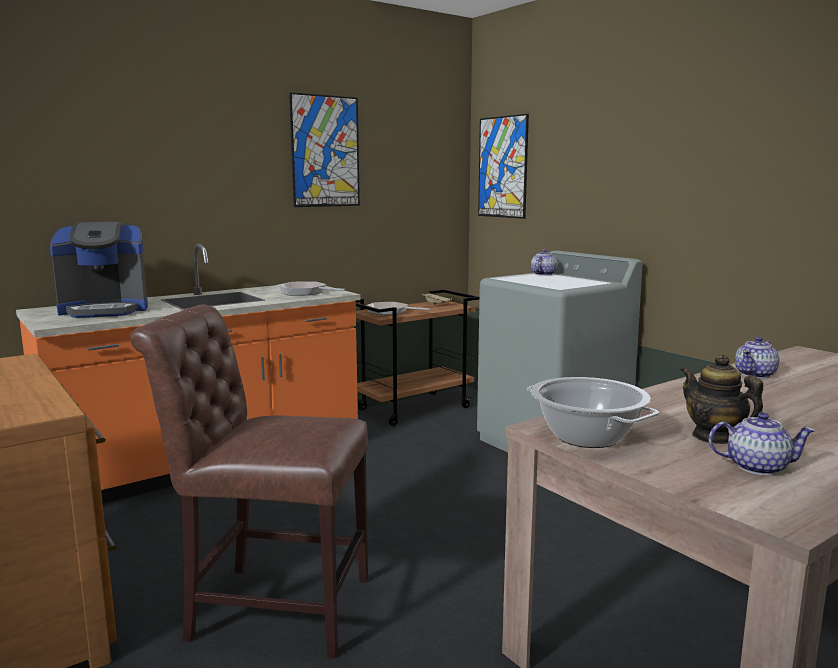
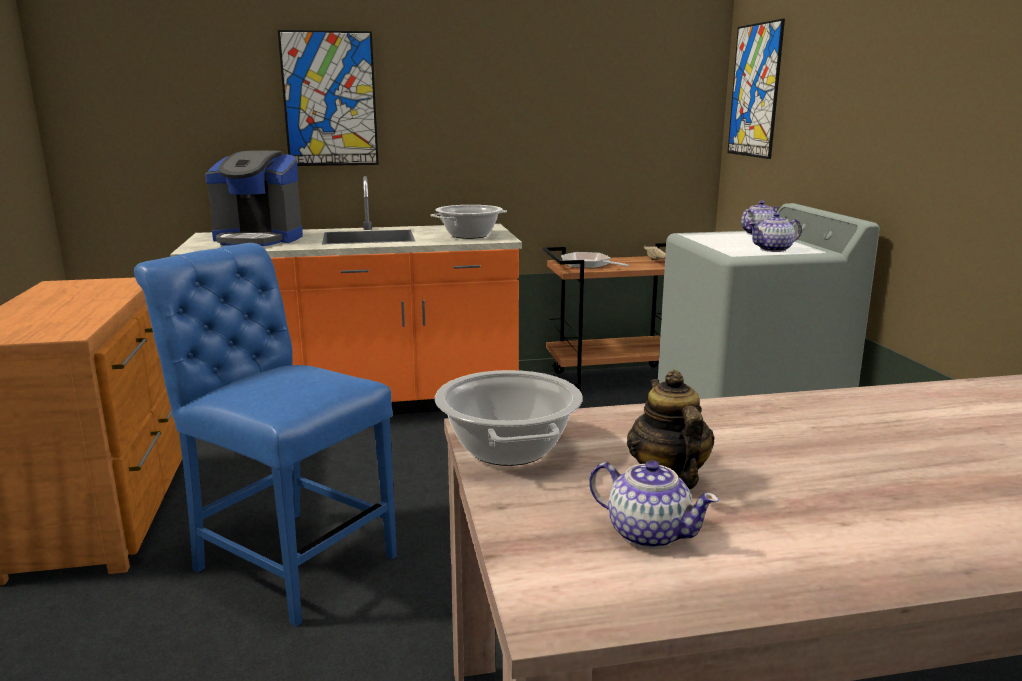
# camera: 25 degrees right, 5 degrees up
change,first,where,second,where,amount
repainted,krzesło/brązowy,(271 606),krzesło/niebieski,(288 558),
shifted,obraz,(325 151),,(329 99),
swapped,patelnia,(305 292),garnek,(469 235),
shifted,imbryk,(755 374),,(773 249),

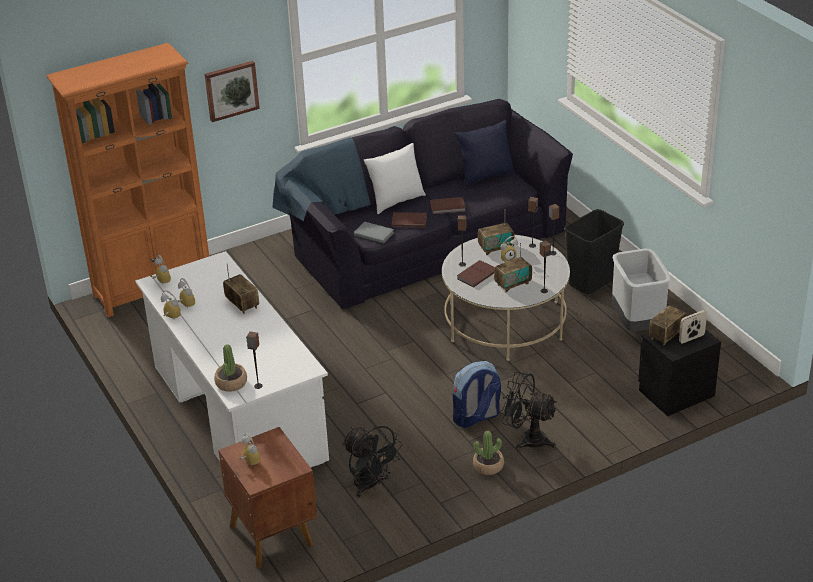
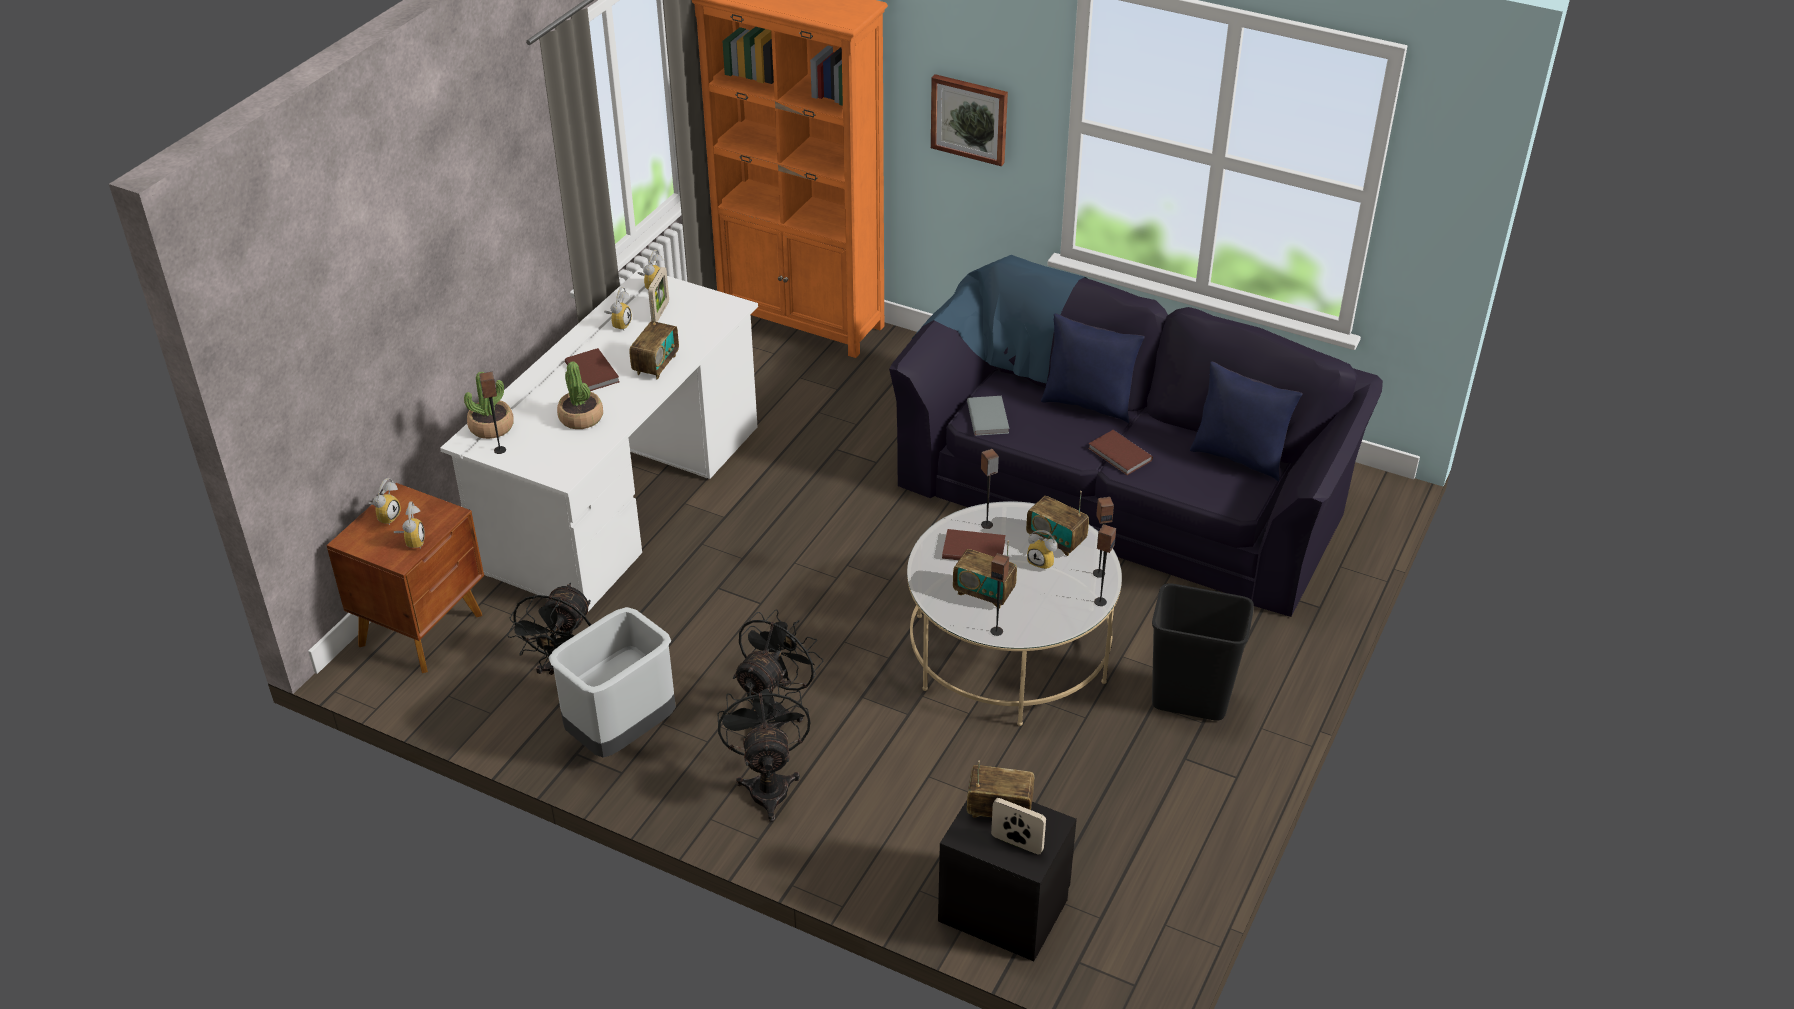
# camera: 55 degrees right, 5 degrees up
change,first,where,second,where,amount
shifted,budzik,(170 318),,(412 541),
shifted,kosz na śmieci/szary,(638 324),,(622 734),
shifted,roślina doniczkowa,(488 466),,(581 417),
shifted,książka/brązowy,(408 221),,(593 371),
new,,,ramka na zdjęcie,(660 312),
swapped,plecak,(476 418),wentylator/czarny,(774 712),
repainted,poduszka/biały,(396 201),poduszka/niebieski,(1088 404),

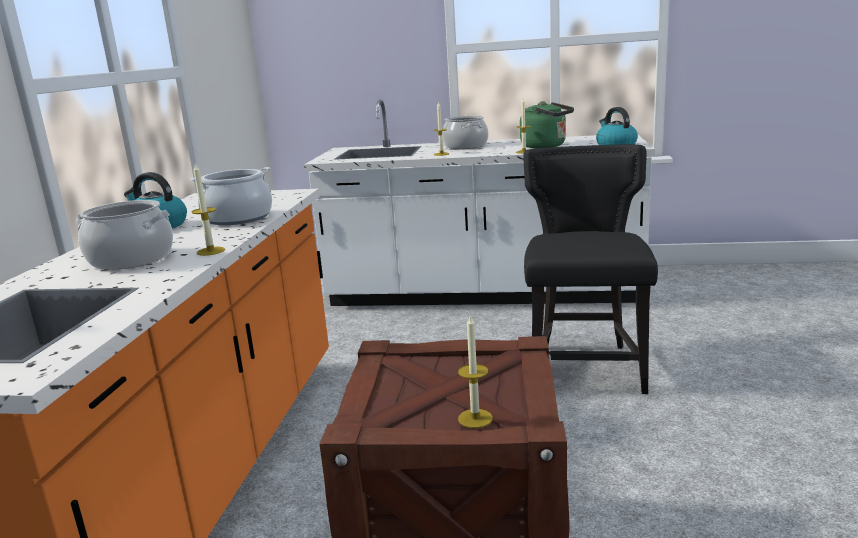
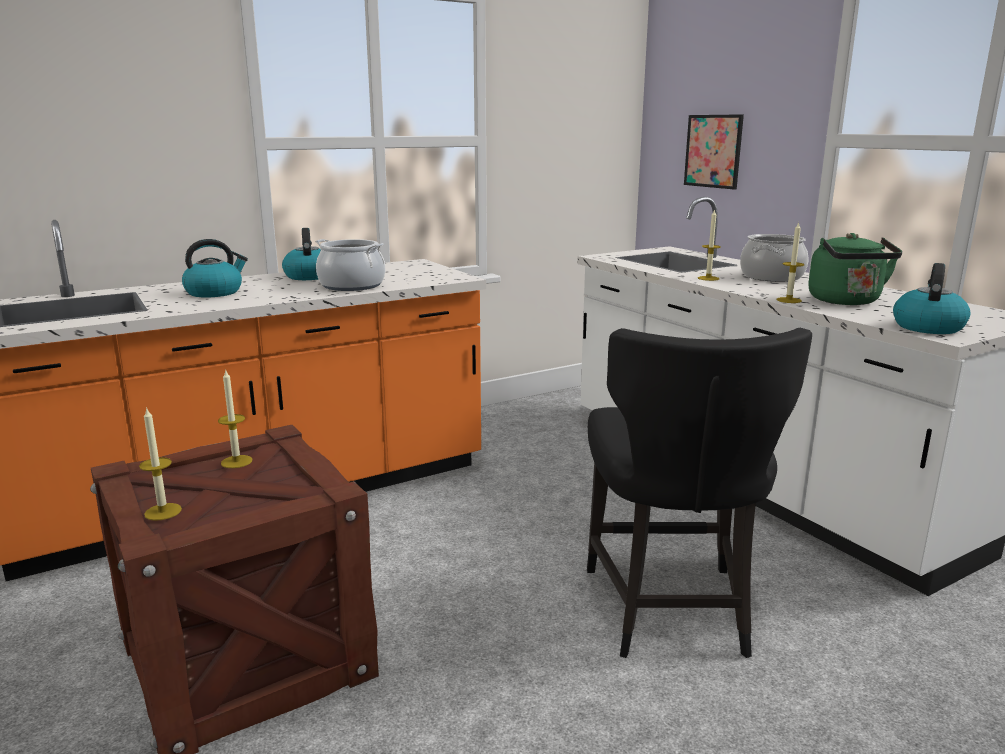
# camera: 50 degrees right, 0 degrees up
change,first,where,second,where,amount
swapped,garnek,(131 259),czajnik,(215 292),
shifted,świeca,(211 251),,(236 461),
rotated,krzesło/czarny,(585 367),,(669 612),120 degrees clockwise
new,,,obraz,(713 151),

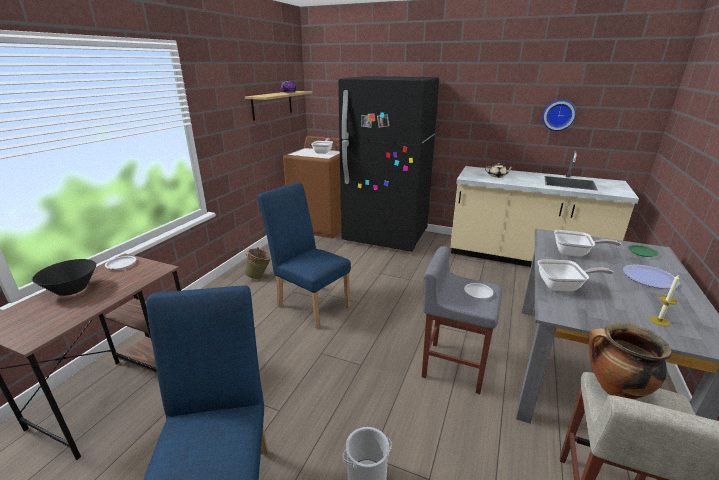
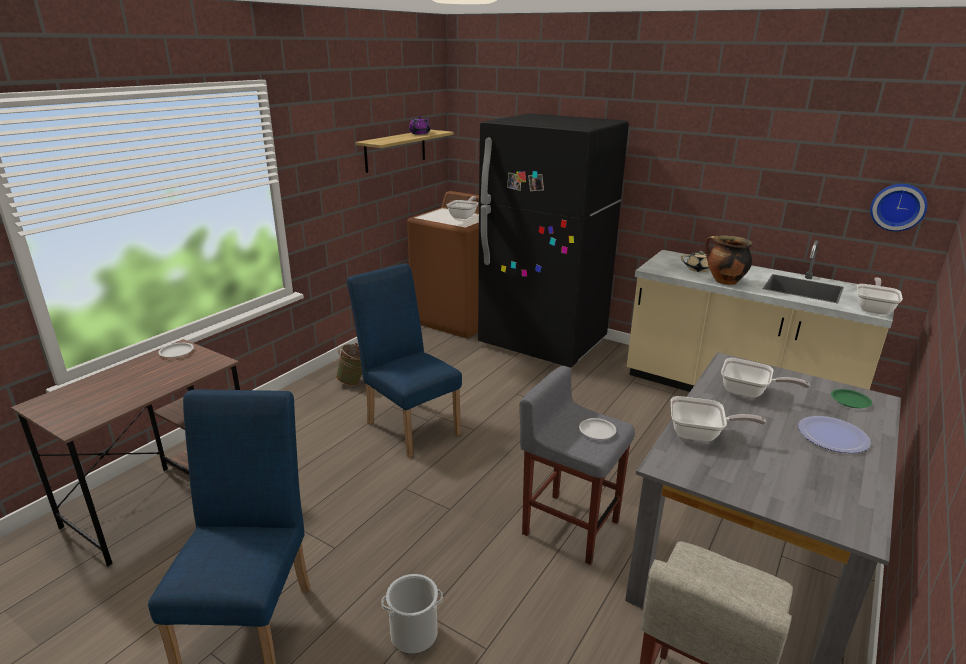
# camera: 10 degrees right, 0 degrees up
change,first,where,second,where,amount
shifted,garnek,(614 389),,(724 281),
new,,,patelnia,(874 308),
shifted,zegar ścienny,(558 115),,(898 206),
gone,miska/czarny,(72 290),,,
gone,świeca,(659 321),,,

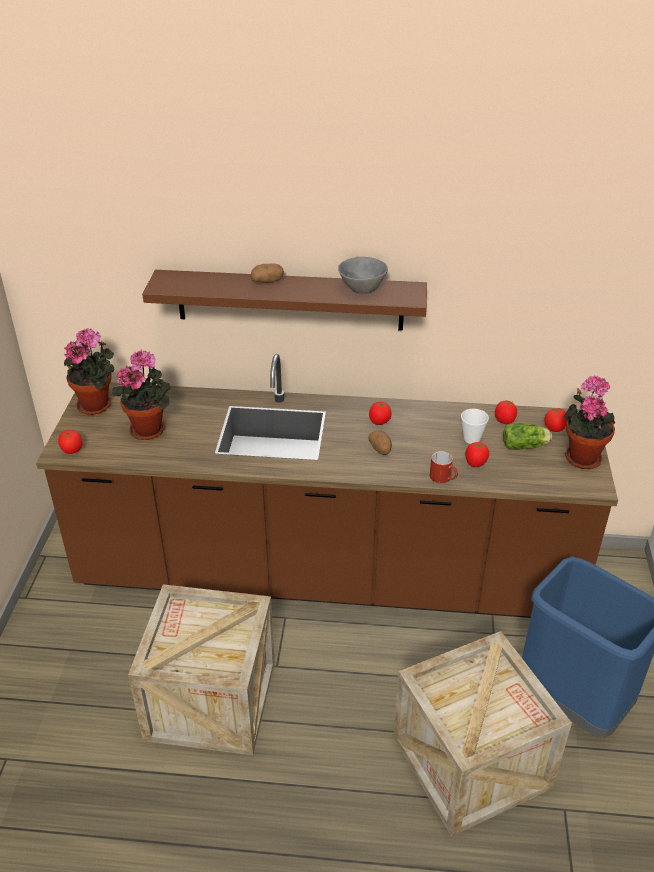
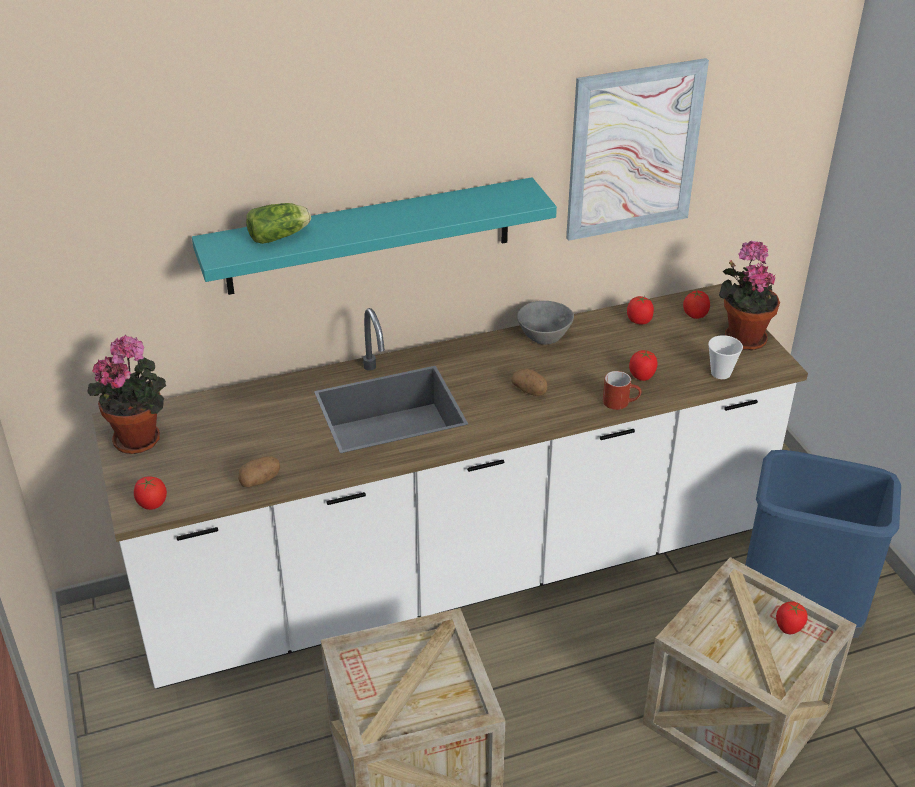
# camera: 25 degrees left, 0 degrees up
change,first,where,second,where,amount
repainted,zabudowa kuchenna/brązowy,(327 575),zabudowa kuchenna/biały,(457 572),
repainted,półka/brązowy,(290 300),półka/turkusowy,(370 236),
shifted,ziemniak,(267 281),,(260 480),
shifted,sałata,(525 446),,(281 236),
shifted,miska/szary,(362 287),,(543 336),
new,,,obraz,(634 150),
shifted,filiżanka,(471 439),,(720 373),
shifted,pomidor,(379 422),,(788 627),
gone,roślina doniczkowa,(150 428),,,

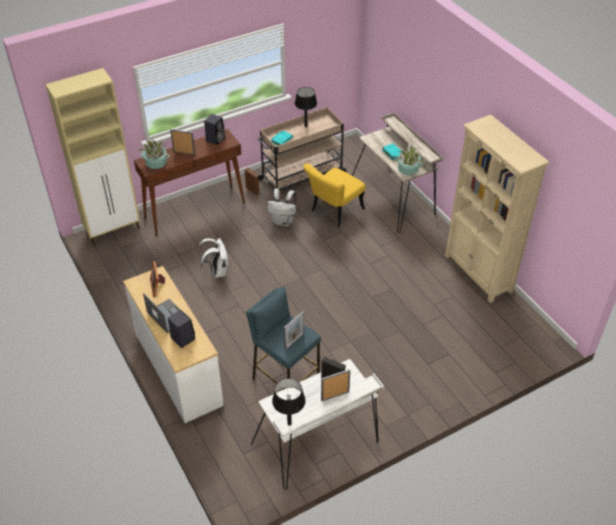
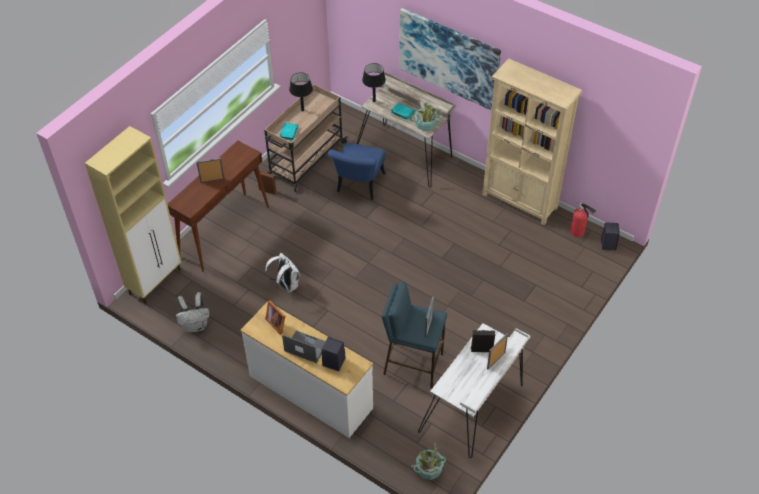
# camera: 25 degrees left, 5 degrees up
change,first,where,second,where,amount
shifted,plecak/biały,(283 221),,(196 325),
repainted,krzesło/żółty,(333 212),krzesło/niebieski,(359 186),
shifted,lampa stołowa/czarny,(289 423),,(374 101),
new,,,obraz,(449 58),
shifted,roślina doniczkowa,(156 163),,(429 469),
new,,,gaśnica,(578 232),
shifted,głośnik/czarny,(215 139),,(608 244),

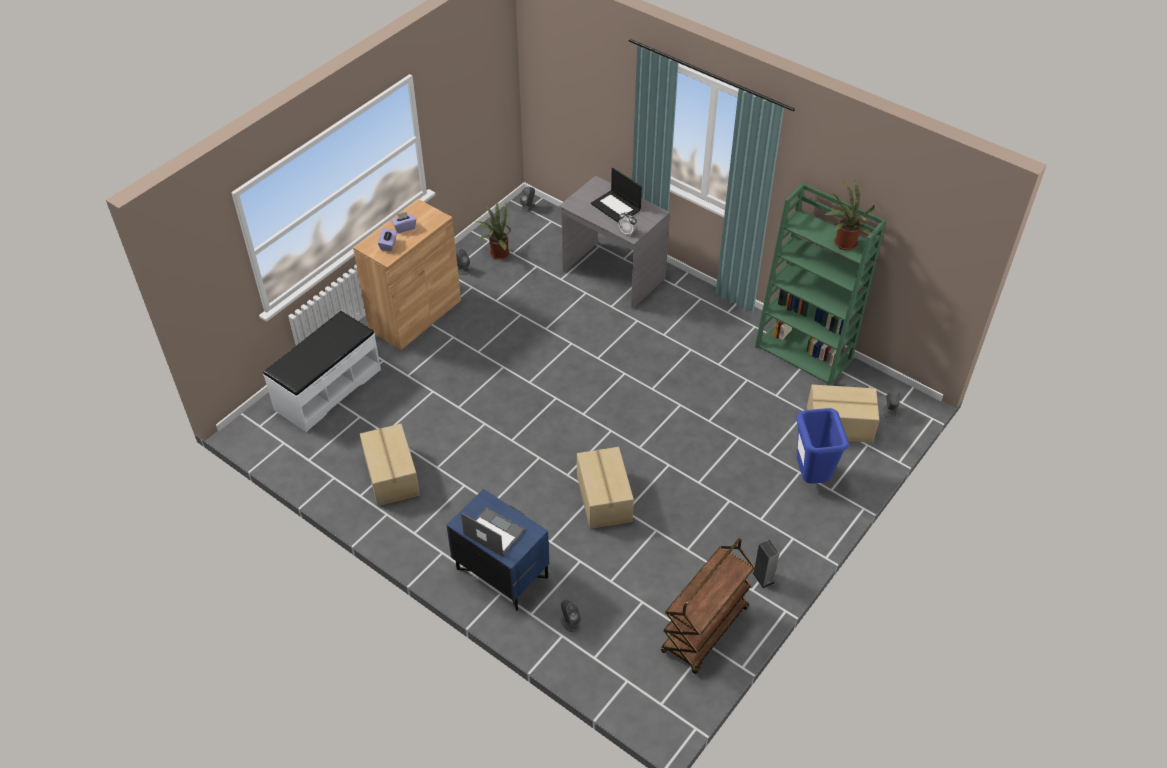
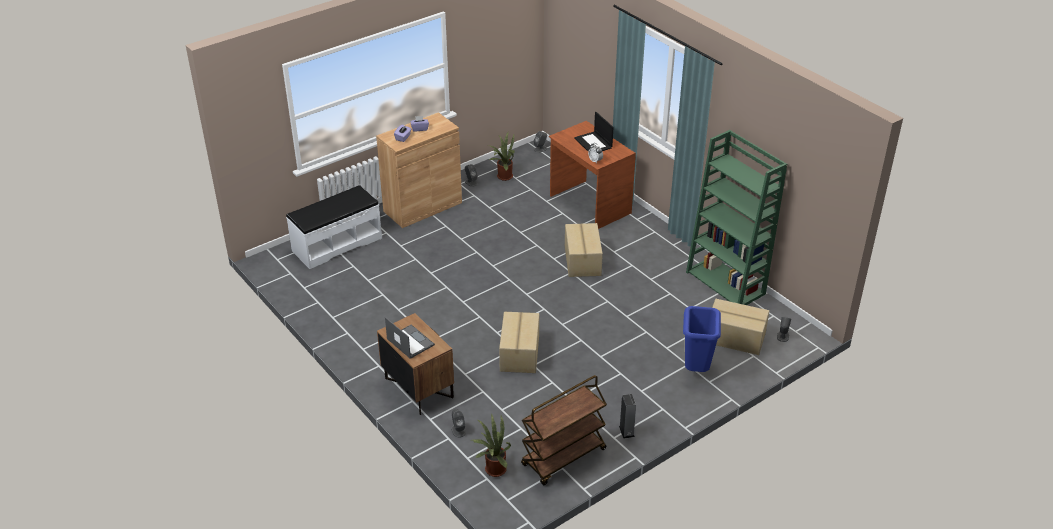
# camera: 15 degrees right, 10 degrees down
change,first,where,second,where,amount
repainted,szafka nocna/niebieski,(501 574),szafka nocna/brązowy,(418 388),
shifted,roślina doniczkowa,(843 244),,(493 469),
repainted,biurko/szary,(612 275),biurko/brązowy,(589 205),
shifted,karton,(391 476),,(582 261),

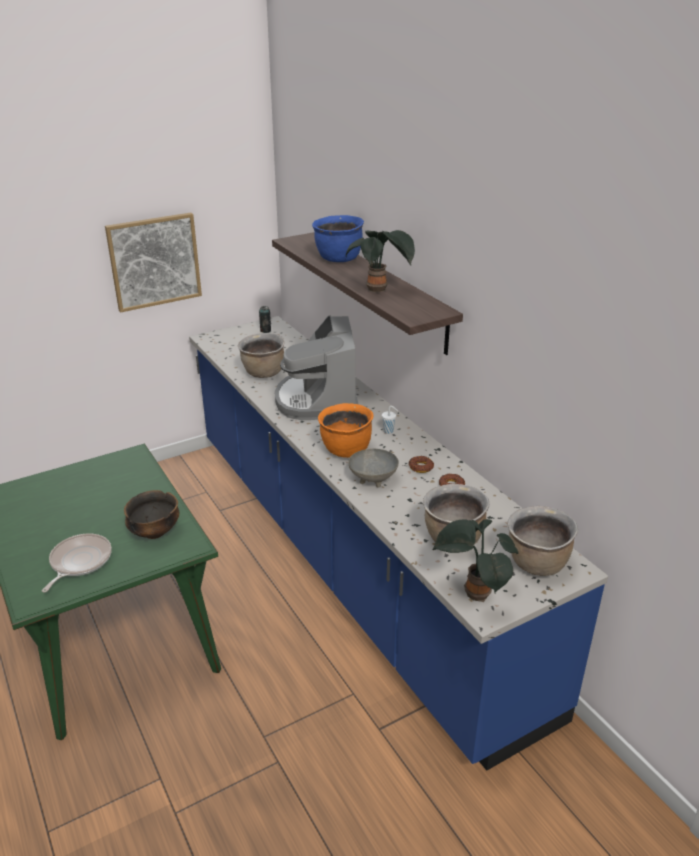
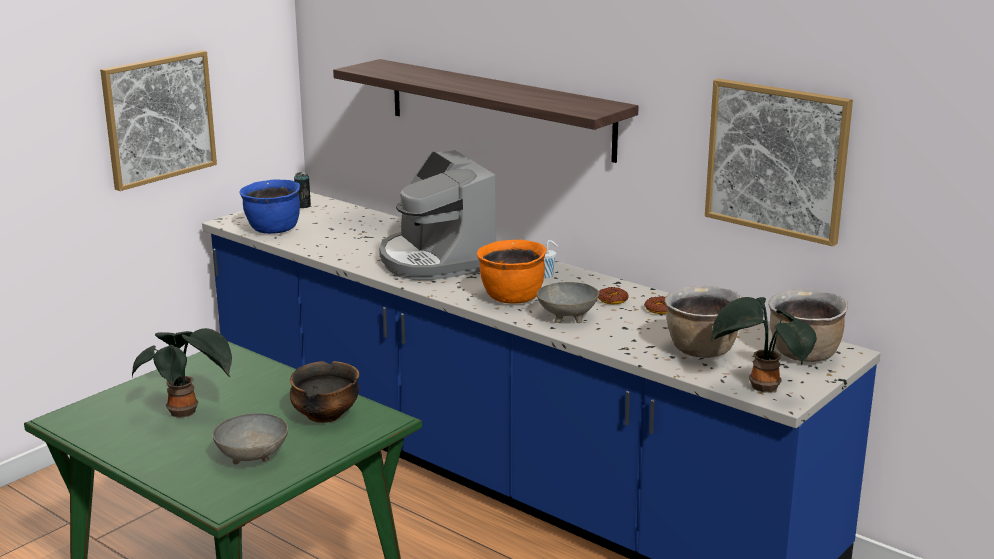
# camera: 20 degrees left, 10 degrees down
change,first,where,second,where,amount
shifted,roślina doniczkowa,(379 290),,(187 413),
swapped,patelnia,(79 562),miska/szary,(251 459),
shifted,garnek/niebieski,(338 259),,(273 230),
new,,,obraz,(777 160),
gone,garnek/brązowy,(263 373),,,

